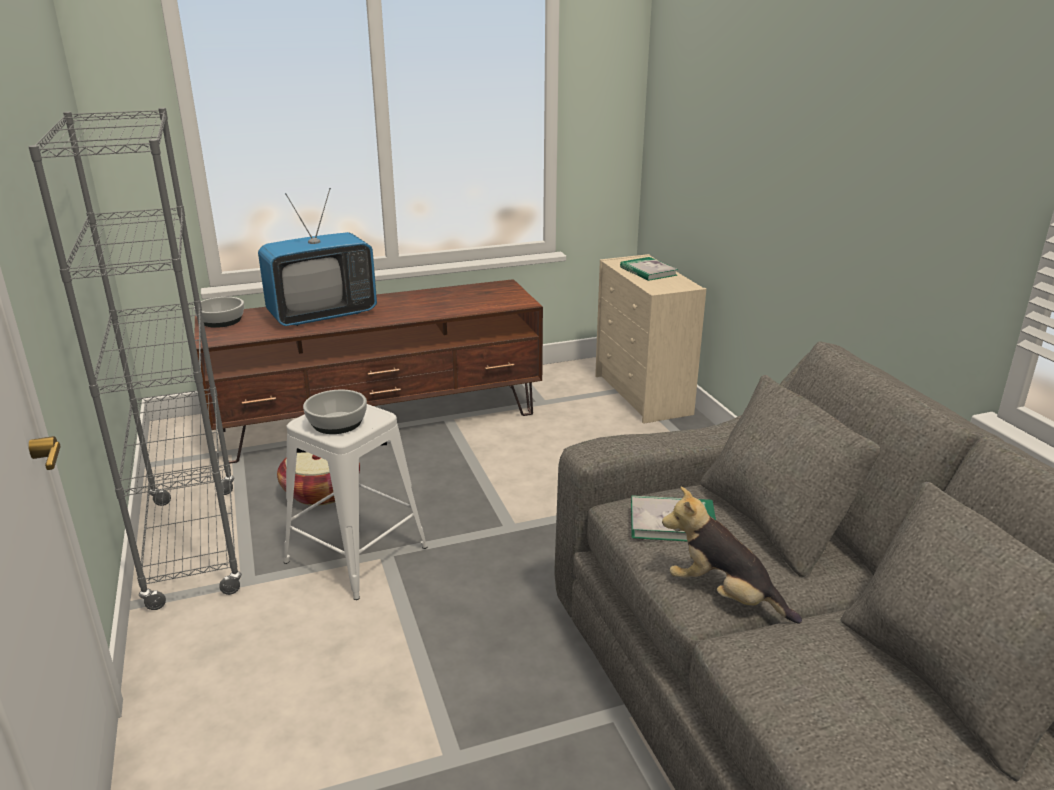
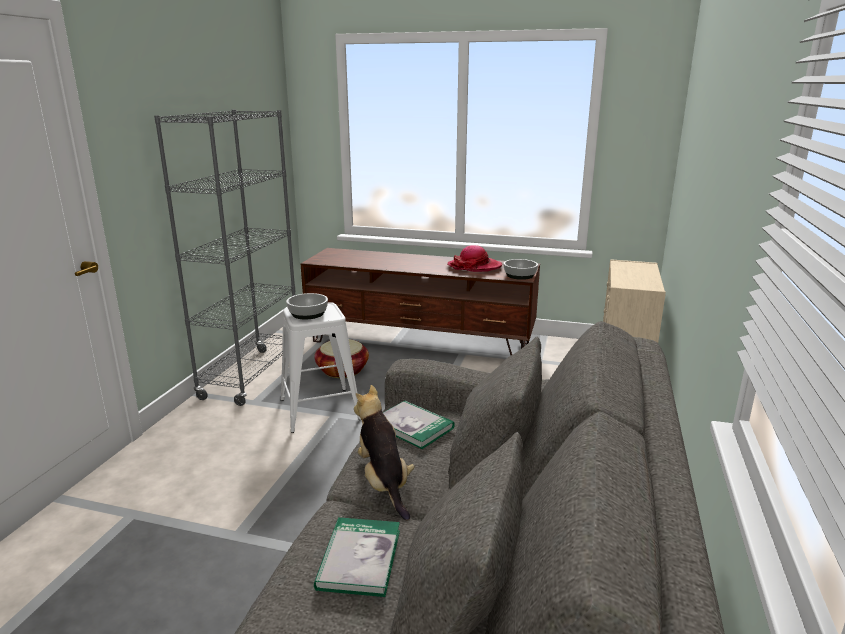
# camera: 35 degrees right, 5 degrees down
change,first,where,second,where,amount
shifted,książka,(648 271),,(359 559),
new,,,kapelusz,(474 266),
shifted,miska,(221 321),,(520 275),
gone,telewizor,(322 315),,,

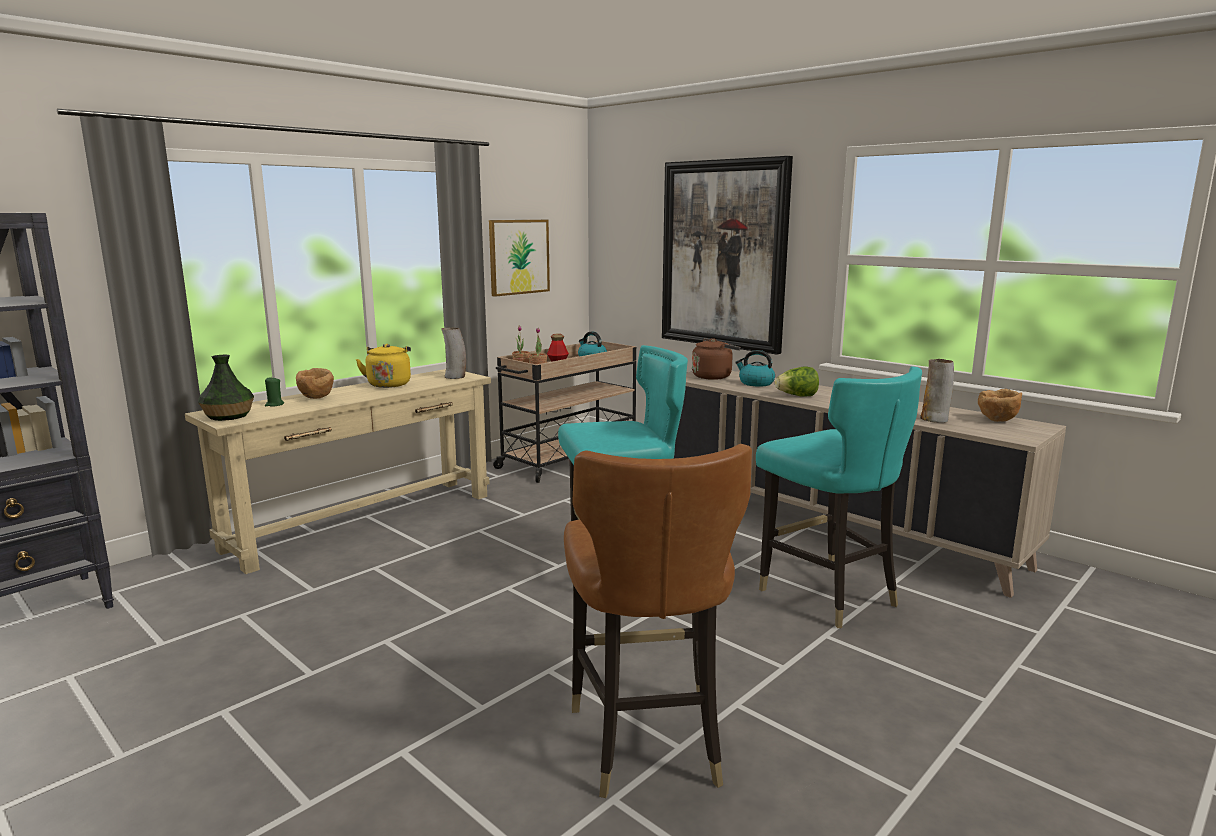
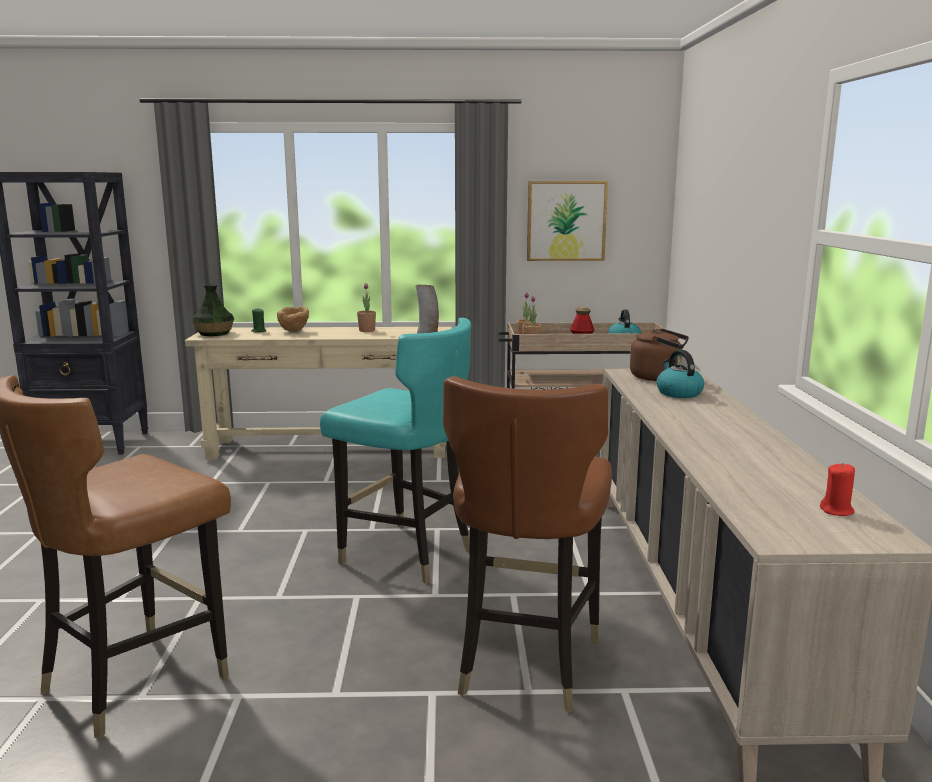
# camera: 45 degrees right, 0 degrees up
change,first,where,second,where,amount
swapped,czajnik/żółty,(389 384),roślina doniczkowa,(367 330),
repainted,krzesło/turkusowy,(827 595),krzesło/brązowy,(525 662),
swapped,miska/brązowy,(997 421),świeca/czerwony,(837 511),
gone,obraz,(723 255),,,
gone,sałata,(797 396),,,
gone,wazon,(934 419),,,

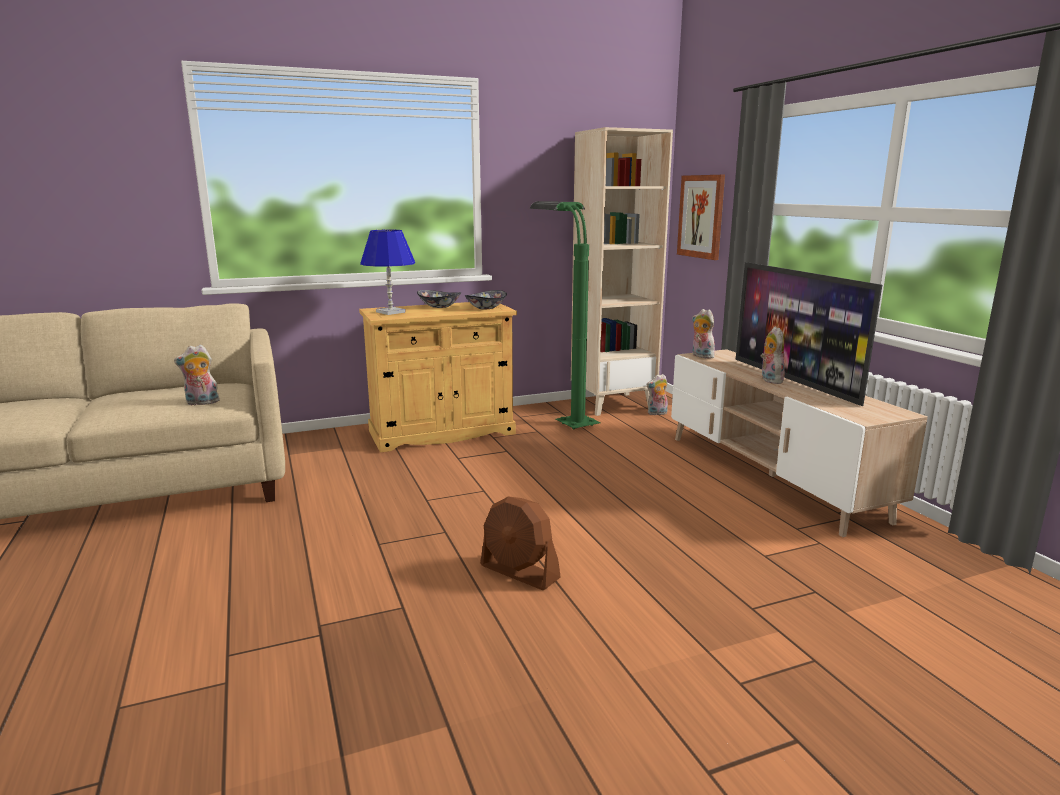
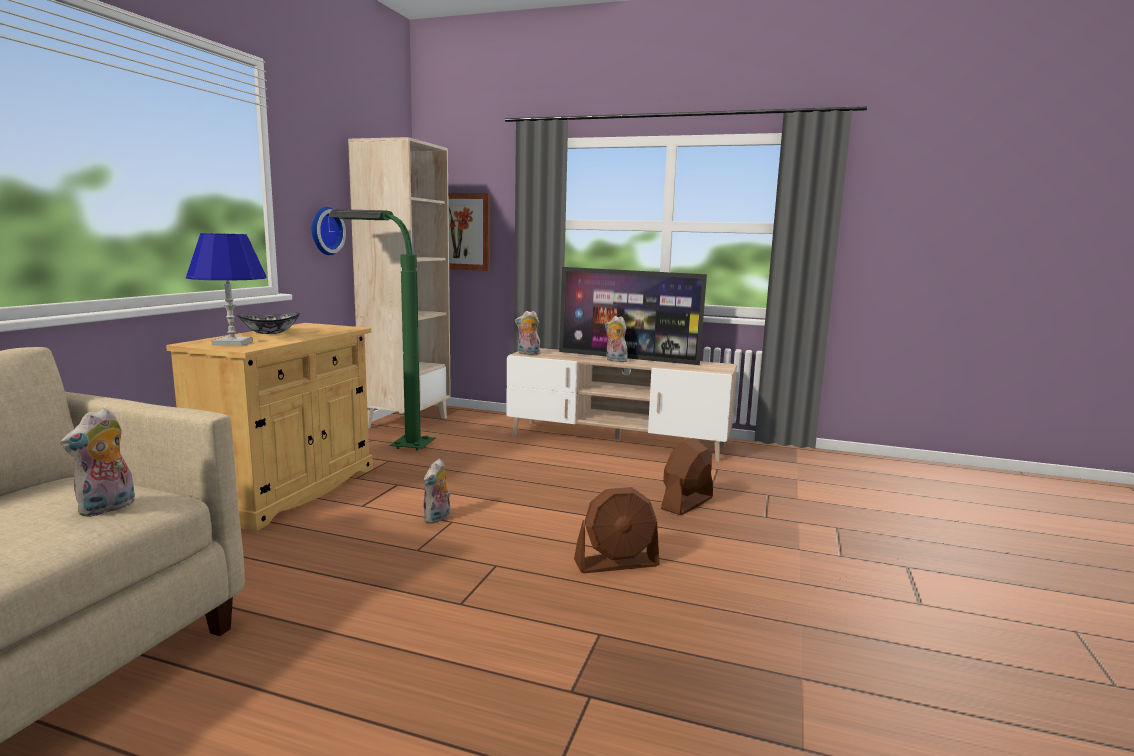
# camera: 50 degrees left, 5 degrees down
change,first,where,second,where,amount
new,,,zegar ścienny,(324 231),
shifted,pluszak,(657 413),,(437 519),
new,,,wentylator/brązowy,(687 503),
gone,miska,(485 308),,,

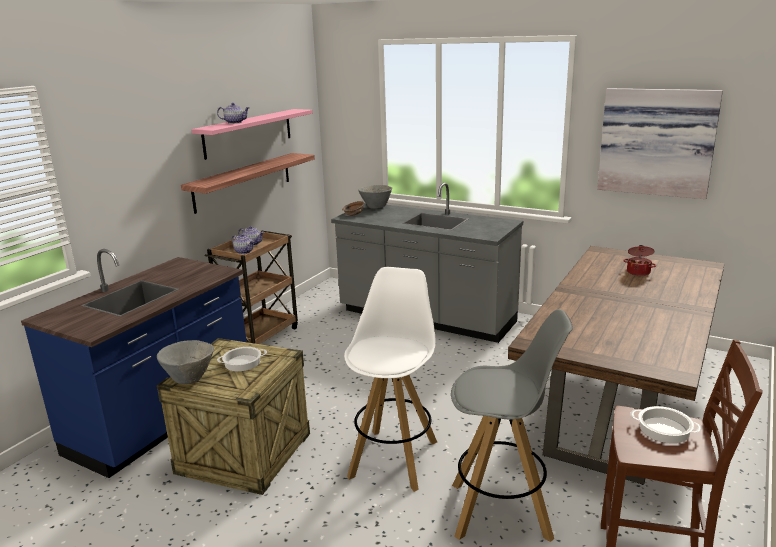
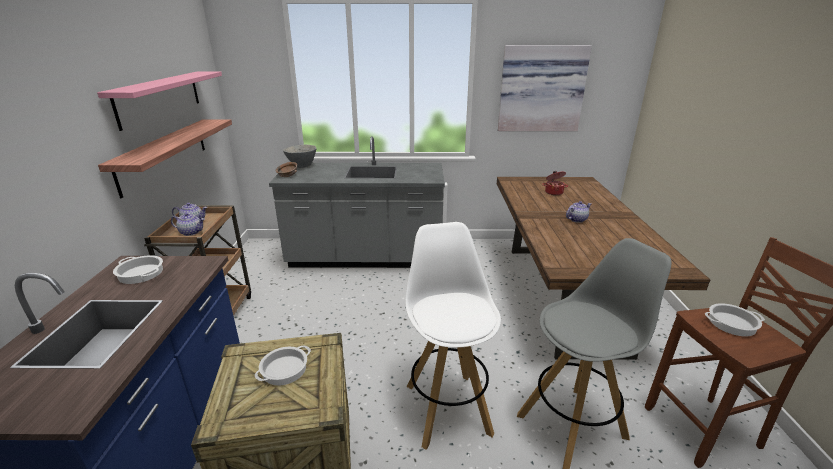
# camera: 30 degrees left, 5 degrees up
change,first,where,second,where,amount
new,,,garnek,(141 273),
shifted,imbryk,(235 122),,(576 219),
gone,miska/szary,(189 378),,,

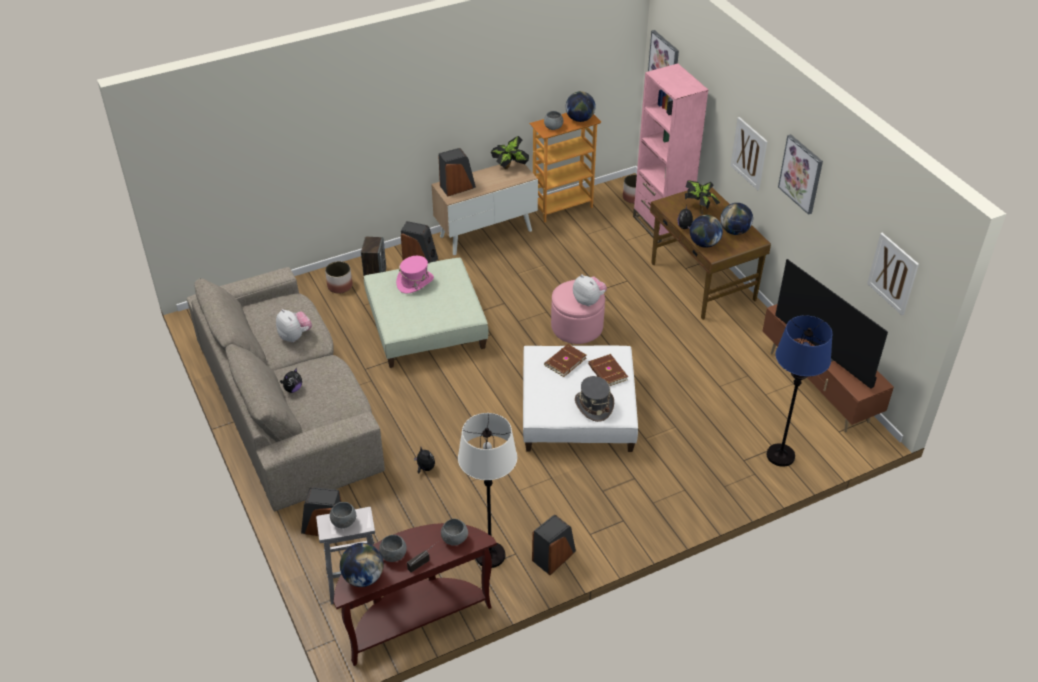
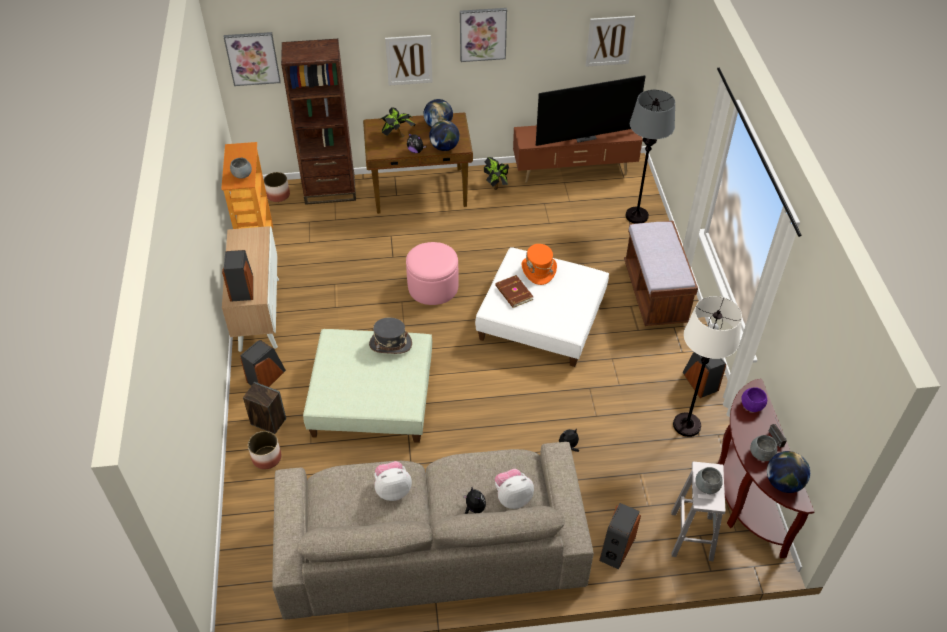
# camera: 70 degrees left, 5 degrees up
change,first,where,second,where,amount
repainted,regał/różowy,(661 225),regał/brązowy,(330 191),
shifted,kapelusz/szary,(593 405),,(390 344),
shifted,roślina doniczkowa,(510 168),,(496 185),
shifted,pluszak,(589 300),,(512 497),
swapped,książka/brązowy,(607 372),kapelusz/pomarańczowy,(539 270),
new,,,ławka/brązowy,(655 293),
repainted,lampa stojąca/niebieski,(780 456),lampa stojąca/szary,(637 216),
repainted,miska/szary,(454 539),miska/fioletowy,(751 406),
gone,kapelusz/różowy,(415 282),,,
gone,globus,(579 119),,,

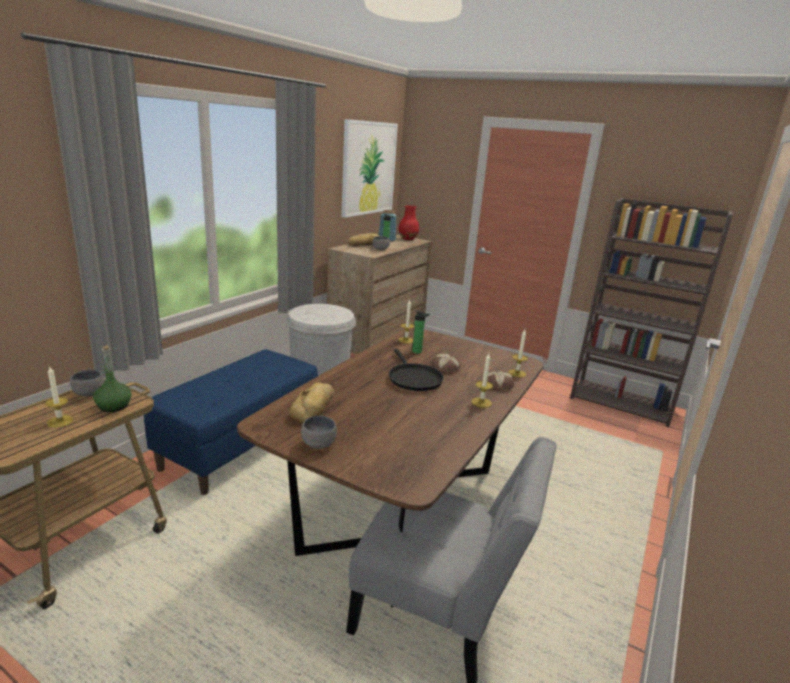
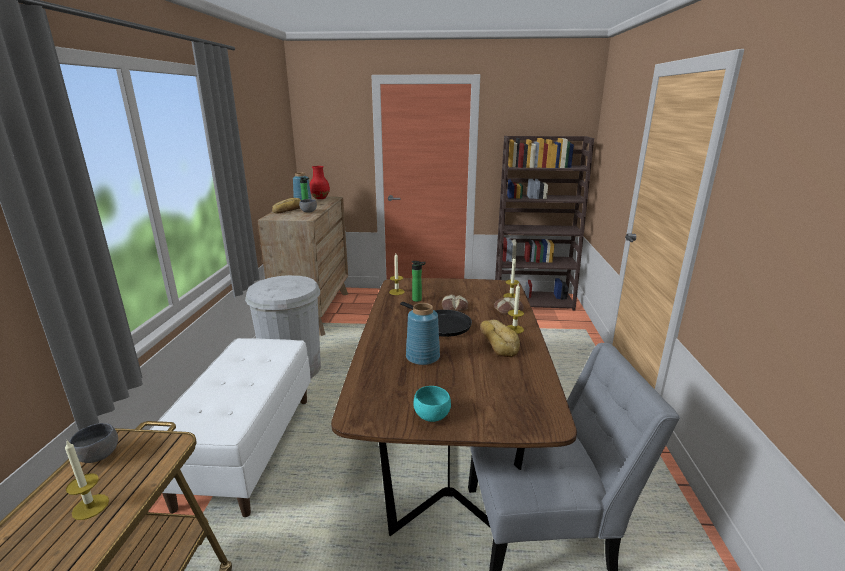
# camera: 25 degrees left, 0 degrees up
change,first,where,second,where,amount
repainted,ławka/niebieski,(240 445),ławka/biały,(248 448),
new,,,wazon/niebieski,(423 357),
repainted,miska/szary,(320 445),miska/turkusowy,(433 416),
shifted,chleb,(314 408),,(499 342),
gone,butelka/zielony,(114 406),,,
gone,obraz,(368 168),,,

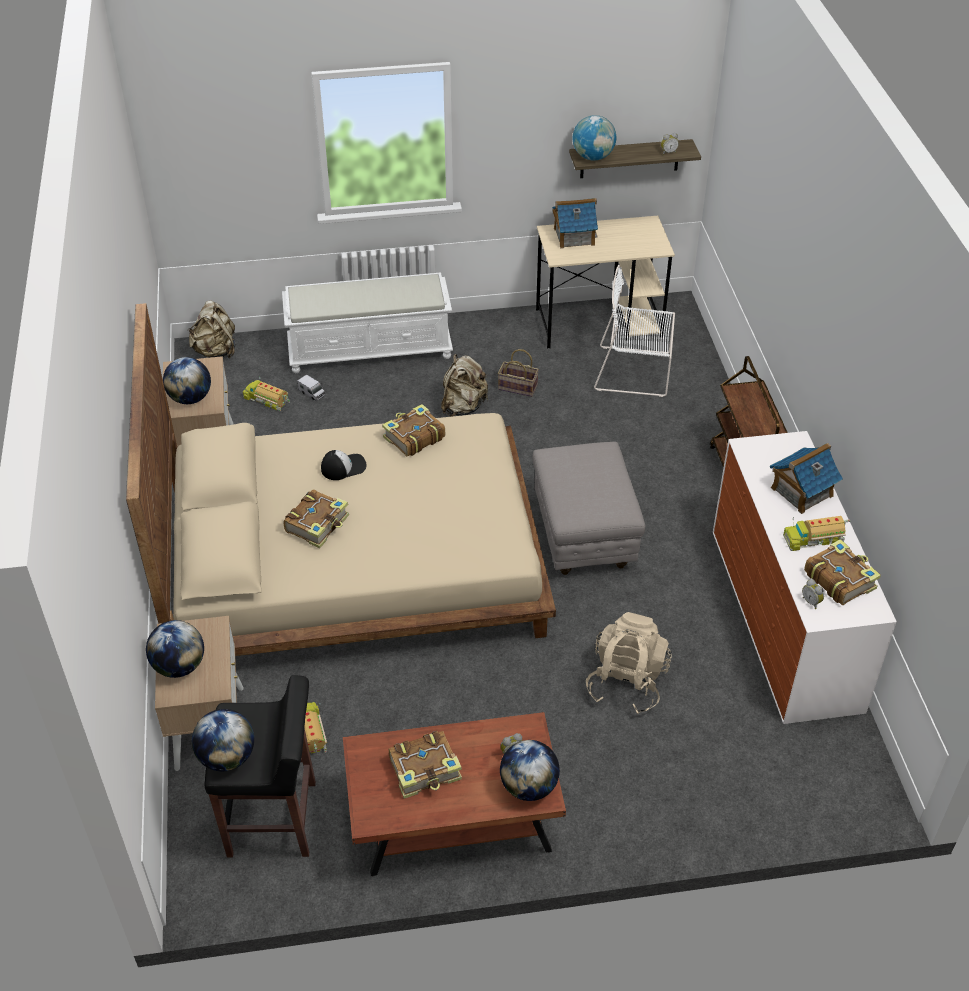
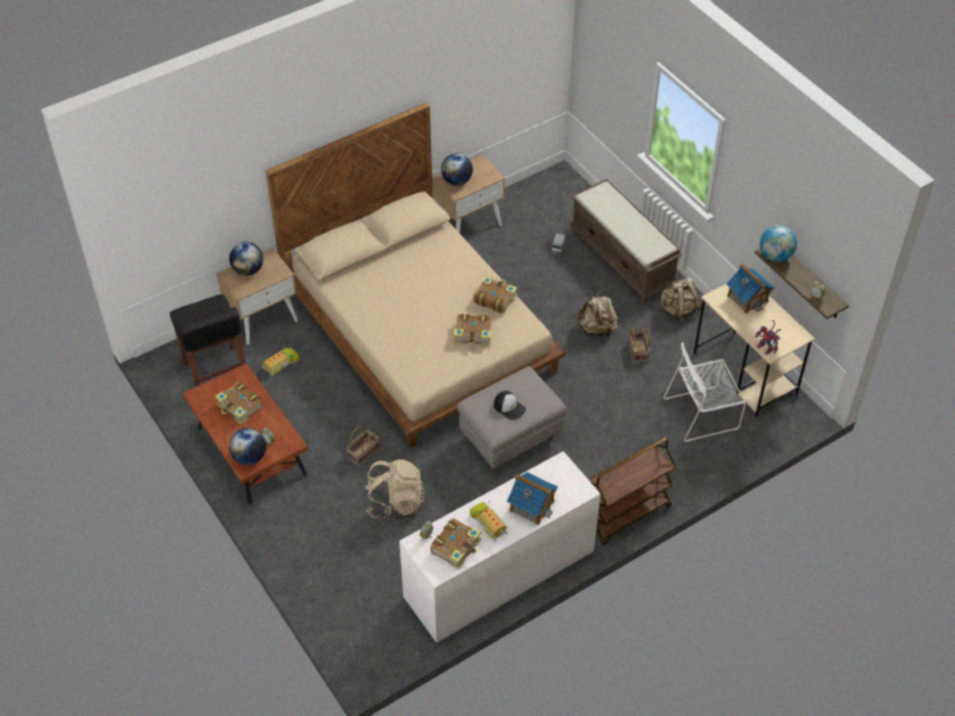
# camera: 65 degrees right, 5 degrees up
change,first,where,second,where,amount
new,,,koszyk,(363 454),
shifted,książka,(318 524),,(473 334),
shifted,czapka z daszkiem,(343 467),,(509 407),
repainted,ławka/biały,(371 349),ławka/brązowy,(623 258),
shifted,plecak/beżowy,(216 351),,(678 311),
rotated,krzesło/biały,(635 371),,(703 413),90 degrees counterclockwise
new,,,robot zabawkowy,(766 349),
gone,globus,(227 757),,,
gone,ciężarówka zabawkowa,(267 399),,,

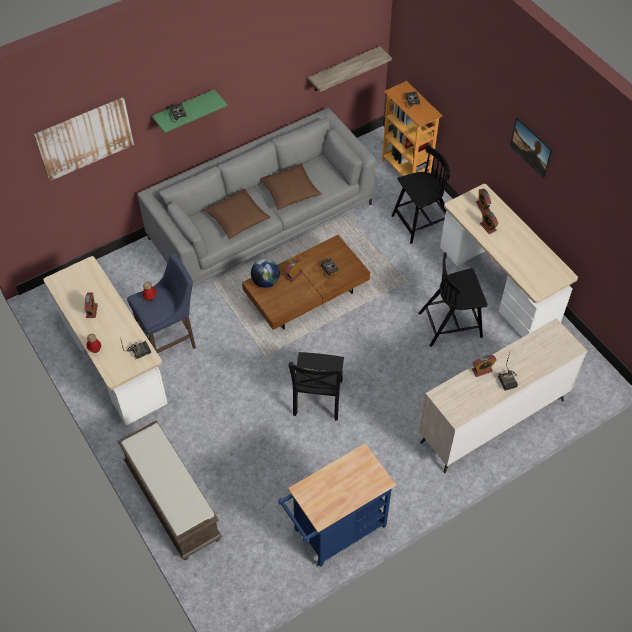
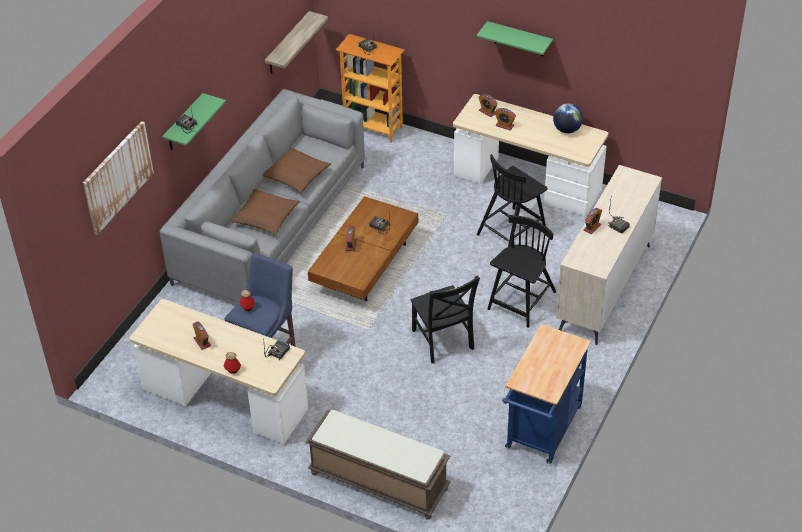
# camera: 30 degrees left, 10 degrees down
change,first,where,second,where,amount
swapped,obraz,(529 154),półka/zielony,(519 39),
shifted,krzesło/czarny,(421 222),,(521 301),
shifted,globus,(266 282),,(567 129),

